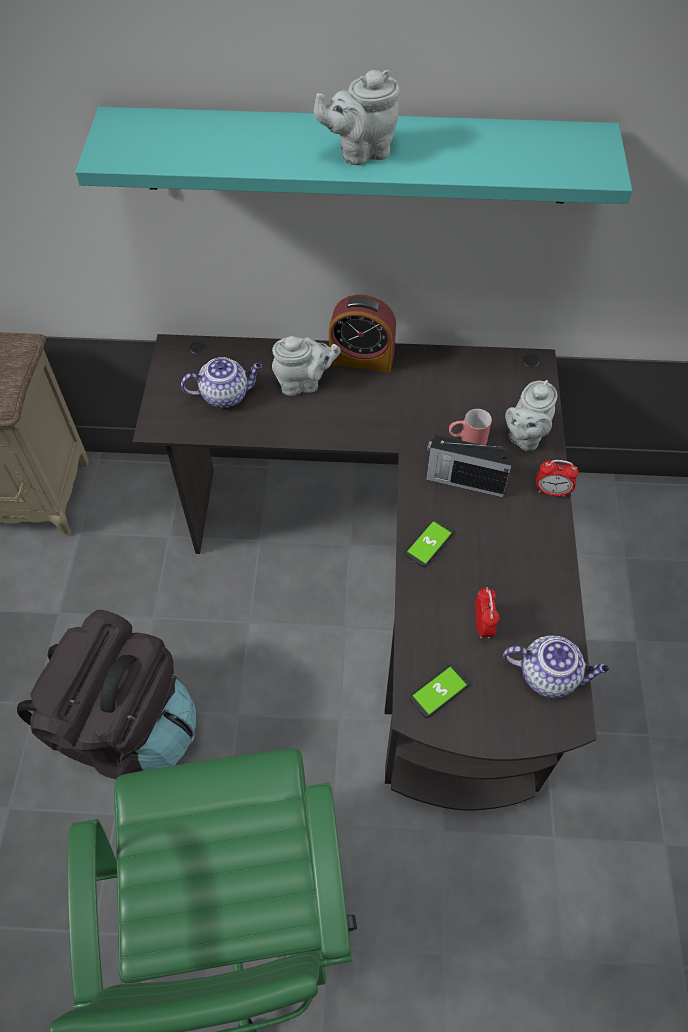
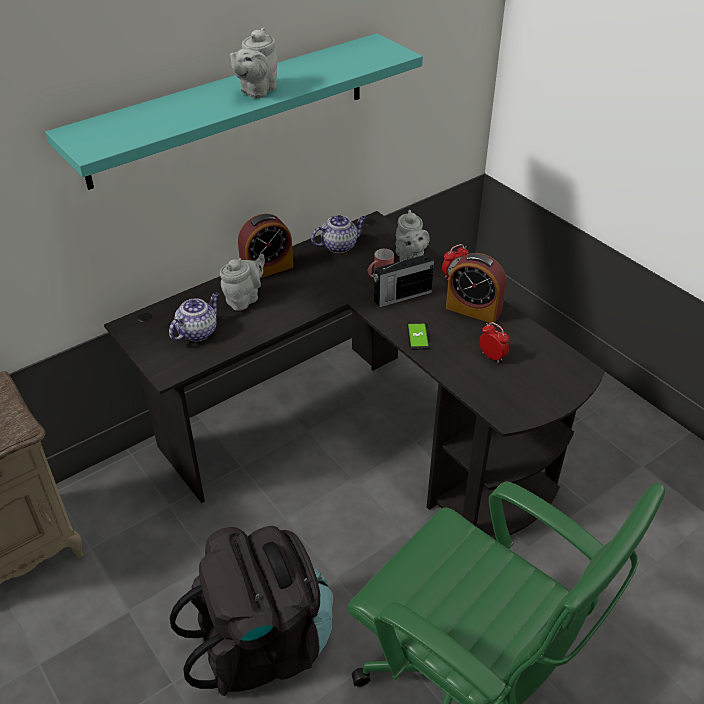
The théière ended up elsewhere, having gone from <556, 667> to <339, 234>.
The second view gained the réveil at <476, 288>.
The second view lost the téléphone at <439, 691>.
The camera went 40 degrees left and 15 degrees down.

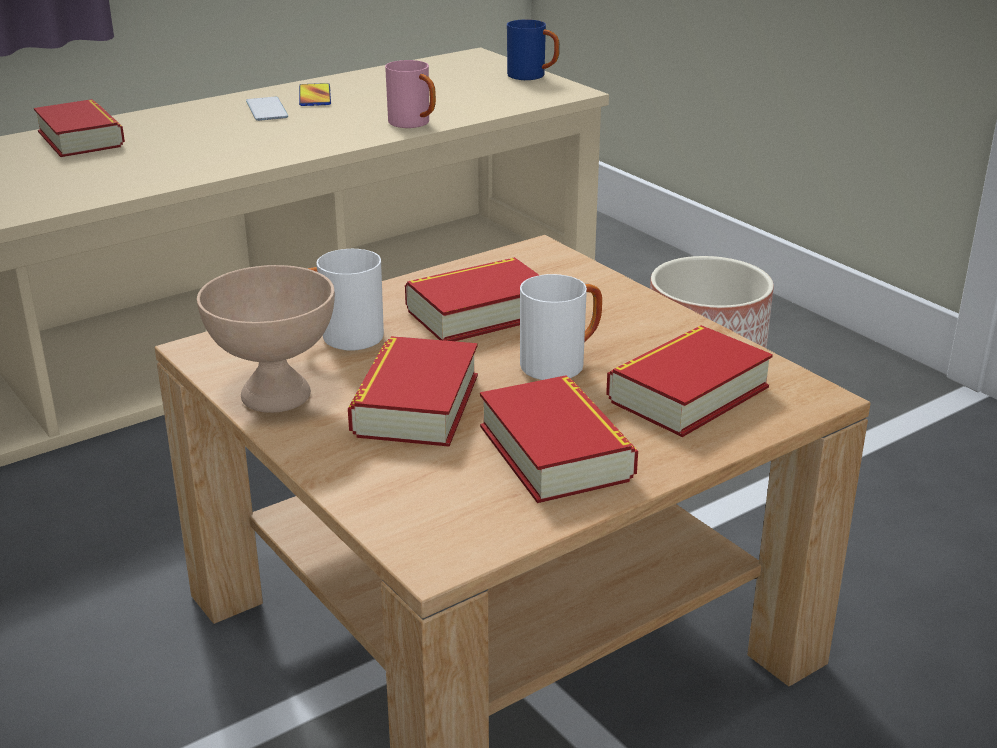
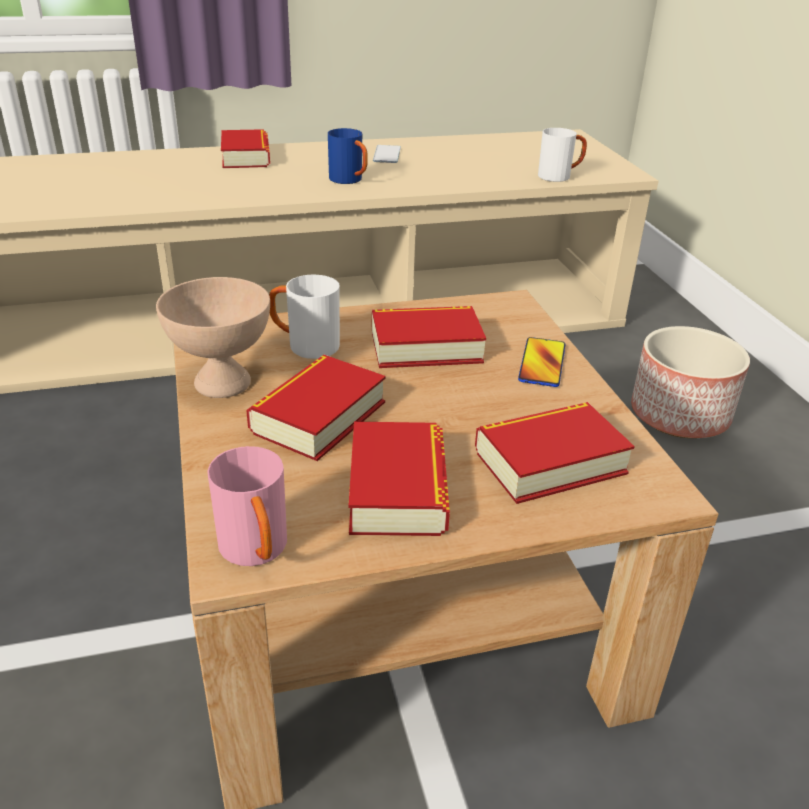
The mug (rose) ended up elsewhere, having gone from <410, 94> to <247, 506>.
The mug (bleu) ended up elsewhere, having gone from <533, 49> to <348, 156>.
The téléphone ended up elsewhere, having gone from <315, 94> to <541, 362>.
The mug (blanc) ended up elsewhere, having gone from <561, 327> to <562, 155>.
The camera went 20 degrees right and 5 degrees up.

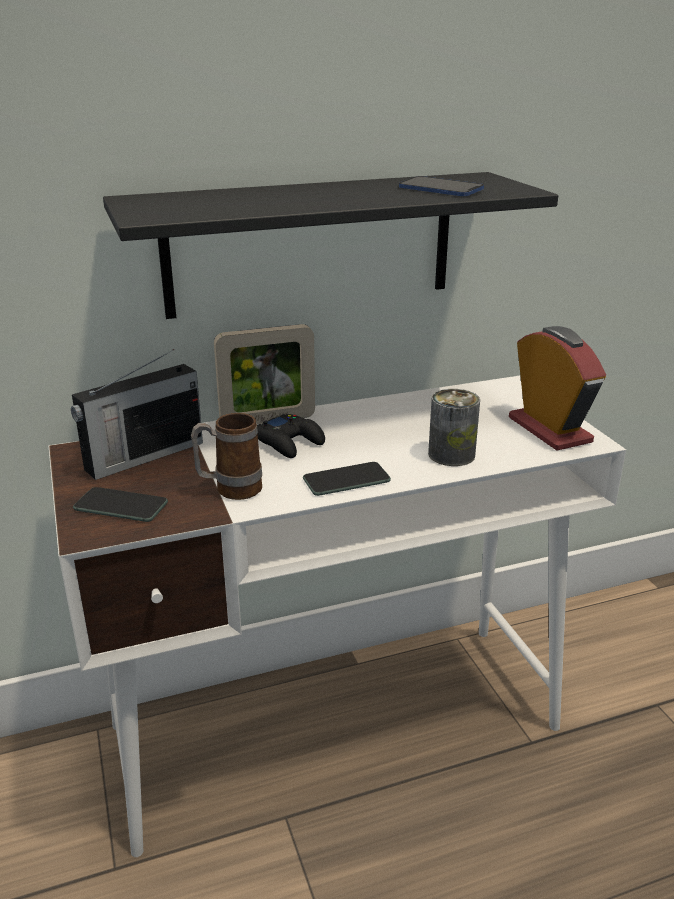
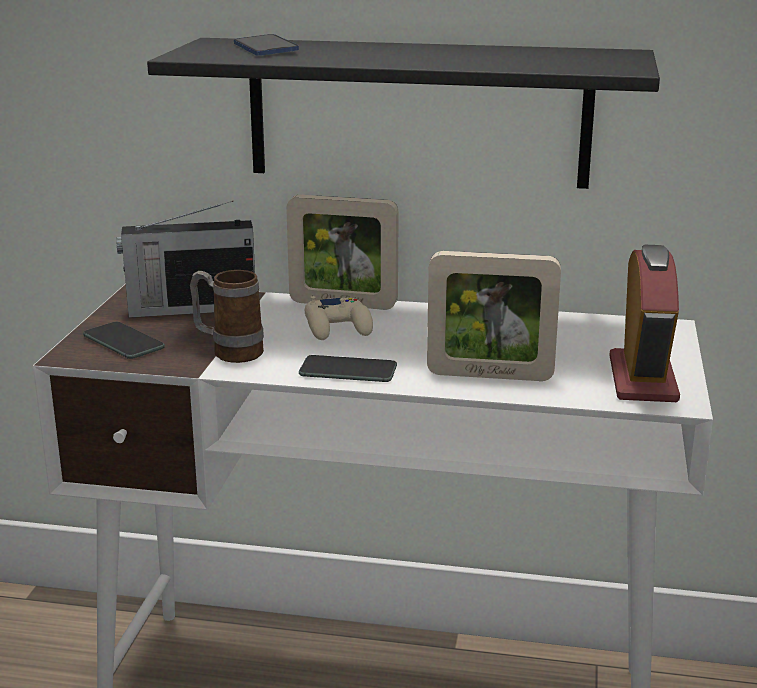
The téléphone ended up elsewhere, having gone from <441, 186> to <266, 44>.
What was the manette (noir) at <291, 436> turned into the manette (beige) at <339, 318>.
Where the boîte métallique stood at <454, 427>, the cadre photo came to stand at <494, 316>.
The camera went 30 degrees right and 5 degrees down.

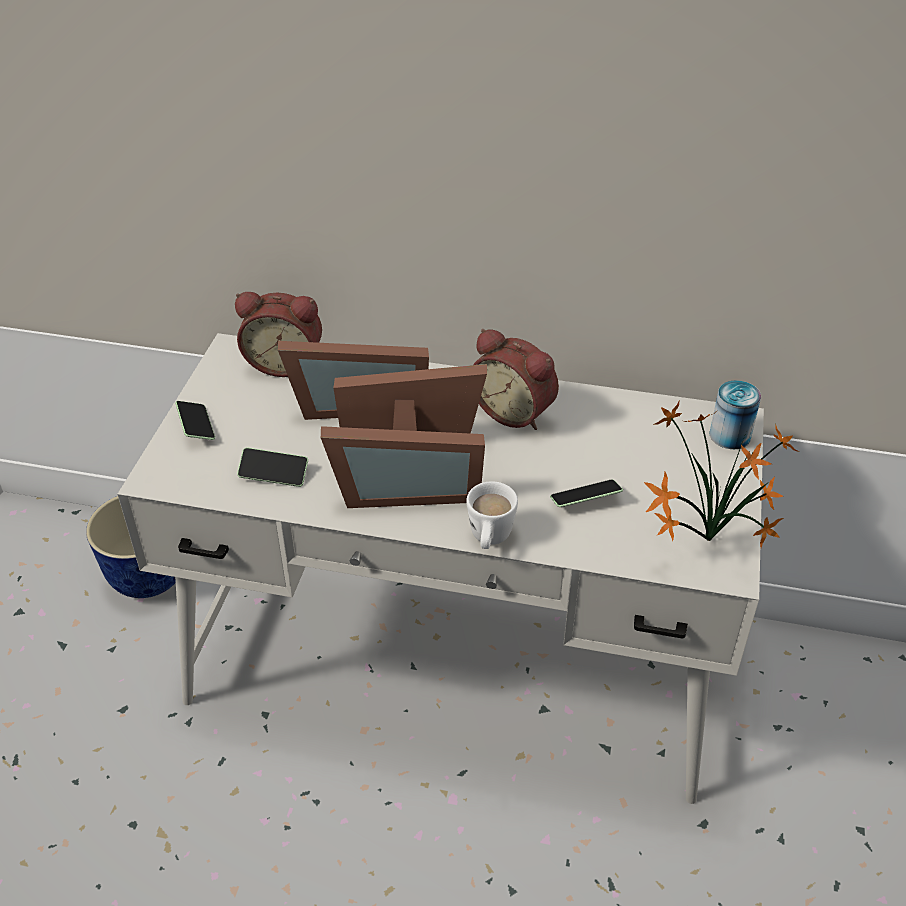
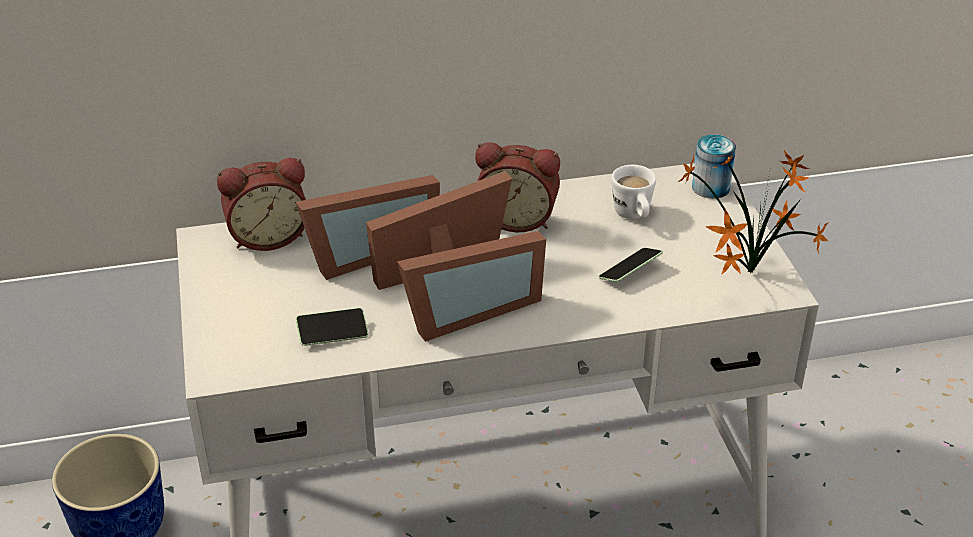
The mug (blanc) ended up elsewhere, having gone from <492, 515> to <634, 192>.
The second view lost the téléphone at <195, 420>.
The camera went 25 degrees left and 5 degrees down.

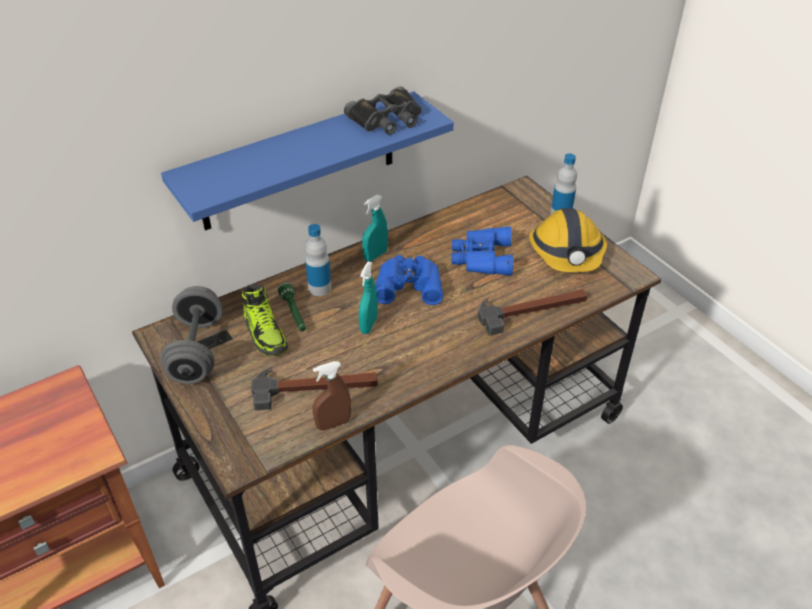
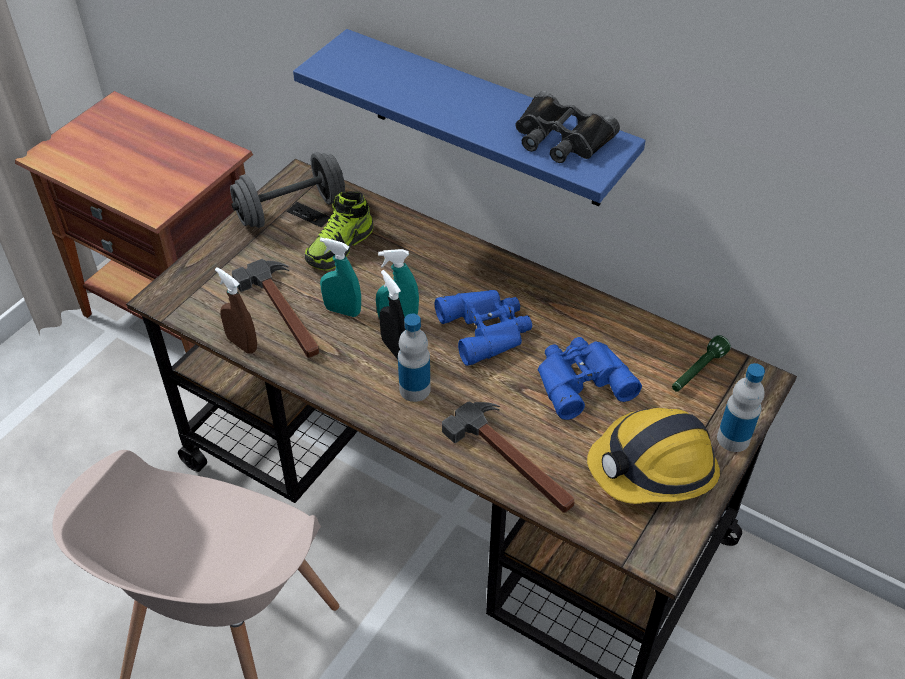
The vaporisateur (turquoise) ended up elsewhere, having gone from <375, 228> to <340, 277>.
The second view gained the vaporisateur (noir) at <392, 314>.
The bouteille ended up elsewhere, having gone from <318, 260> to <414, 358>.
The lampe de poche (vert) ended up elsewhere, having gone from <292, 307> to <701, 363>.
The camera went 65 degrees right and 5 degrees up.

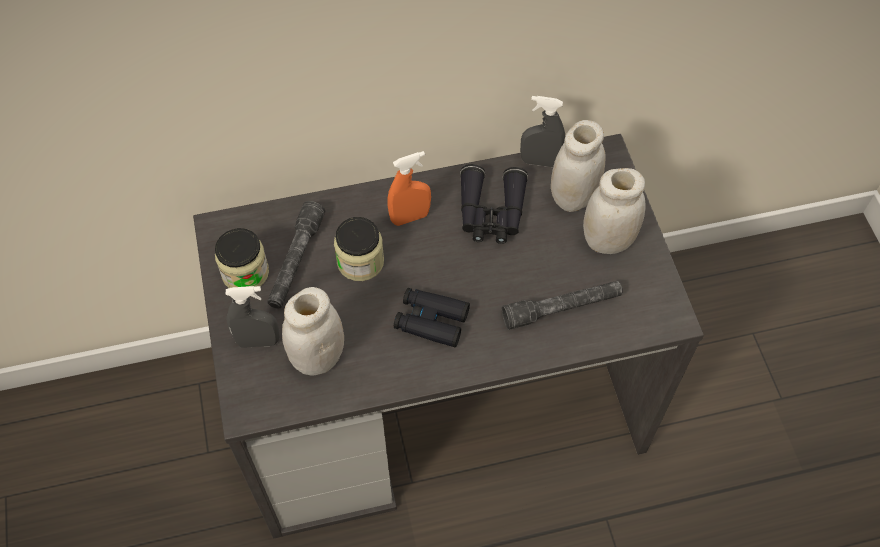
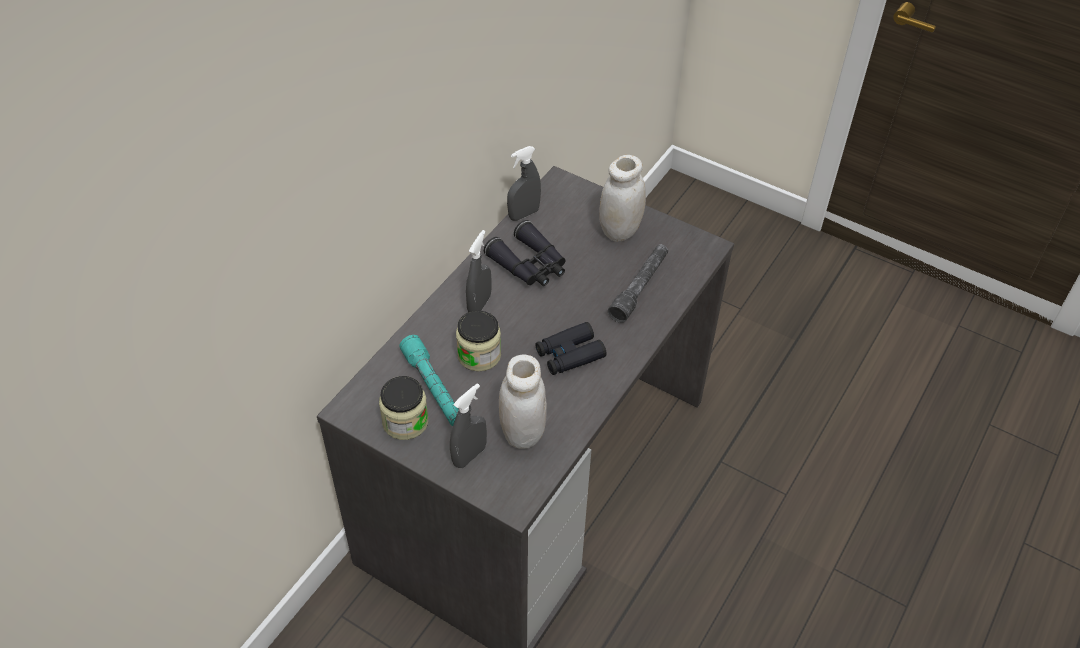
What was the lampe de poche (gris) at <296, 255> turned into the lampe de poche (turquoise) at <429, 380>.
What was the vaporisateur (orange) at <409, 188> turned into the vaporisateur (gris) at <478, 271>.
The second view lost the bocal (blanc) at <578, 166>.
The camera went 45 degrees left and 10 degrees down.

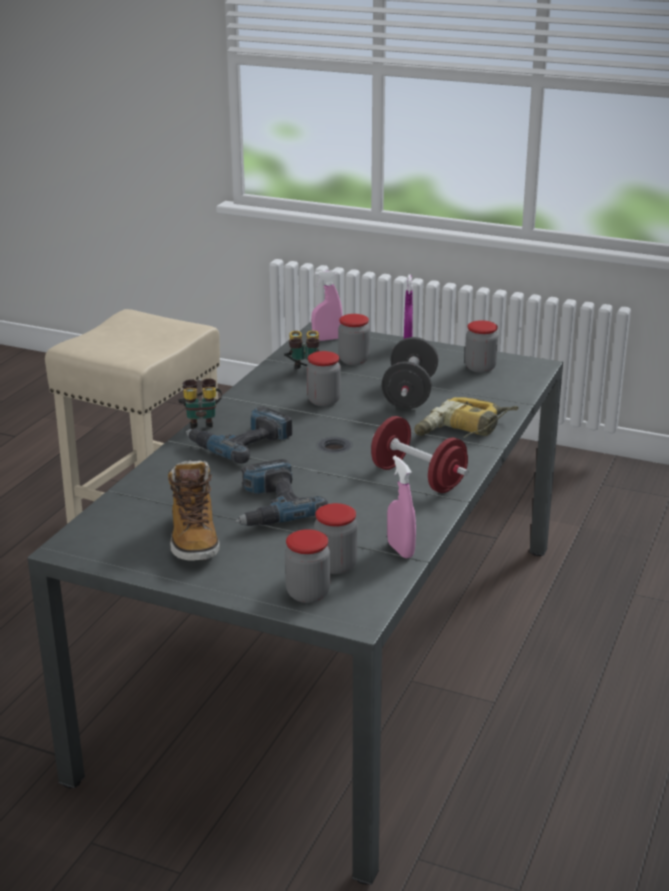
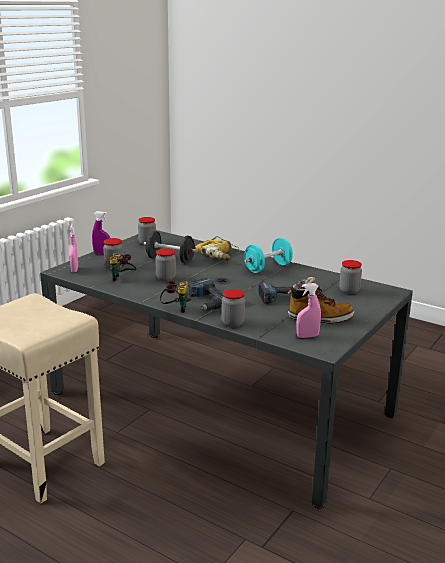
The bocal ended up elsewhere, having gone from <307, 566> to <233, 308>.
What was the haltère (rouge) at <419, 454> turned into the haltère (turquoise) at <268, 255>.
The vaporisateur (rose) ended up elsewhere, having gone from <401, 507> to <308, 310>.
The camera went 80 degrees left and 5 degrees down.

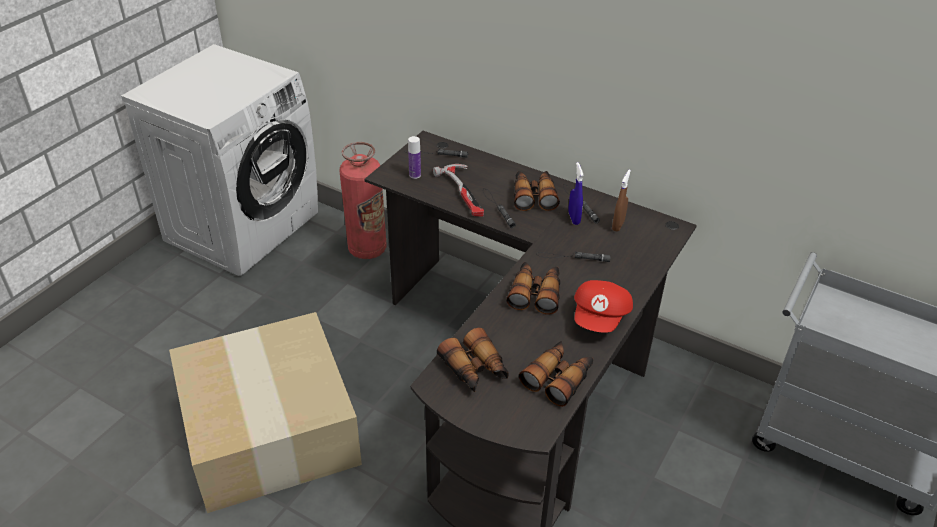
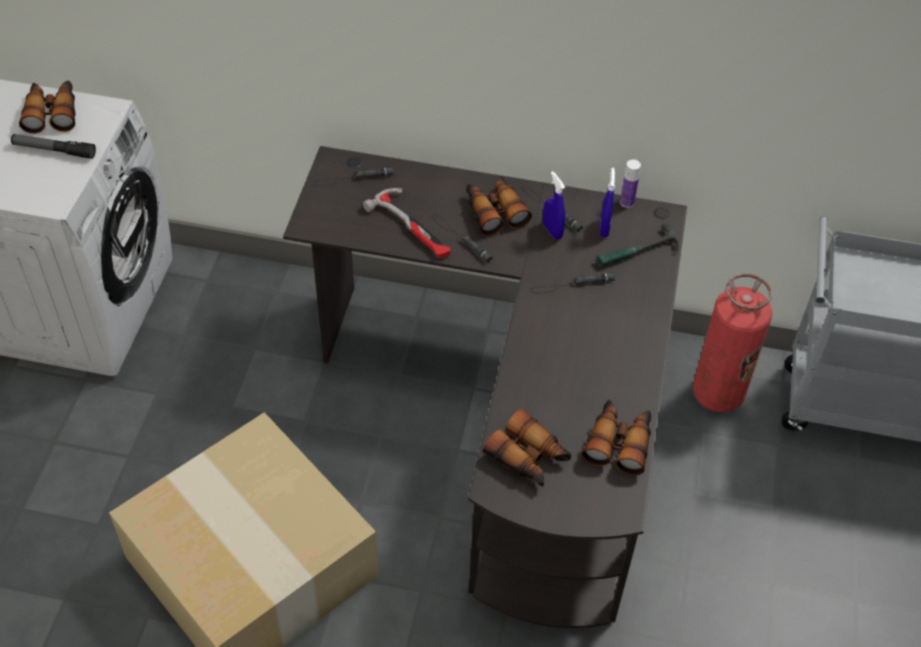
The second view gained the lampe de poche at <53, 146>.
The jumelles ended up elsewhere, having gone from <533, 288> to <47, 107>.
The second view gained the marteau at <638, 244>.
What was the vaporisateur (marron) at <621, 201> turned into the vaporisateur (bleu) at <607, 202>.
The bouteille ended up elsewhere, having gone from <414, 157> to <630, 184>.
The extincteur ended up elsewhere, having gone from <363, 200> to <732, 343>.
The second view lost the casquette (rouge) at <603, 306>.
The camera went 20 degrees left and 10 degrees up.

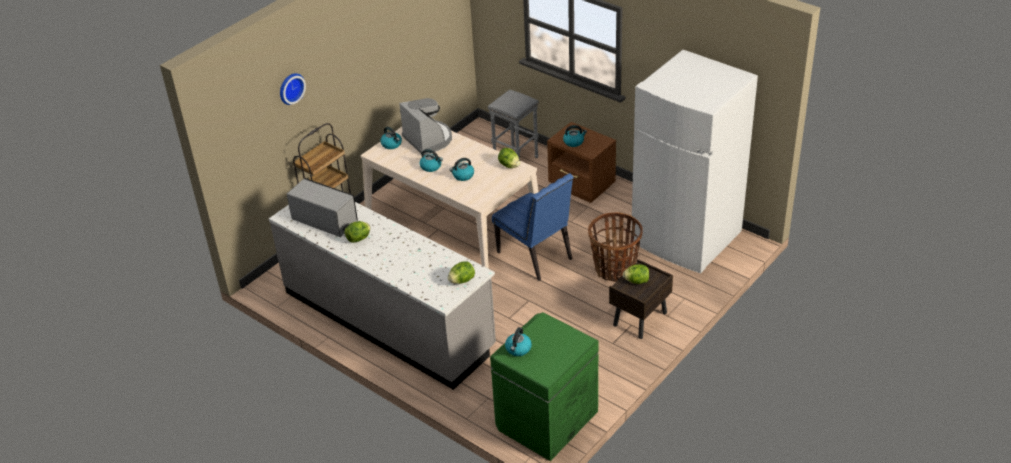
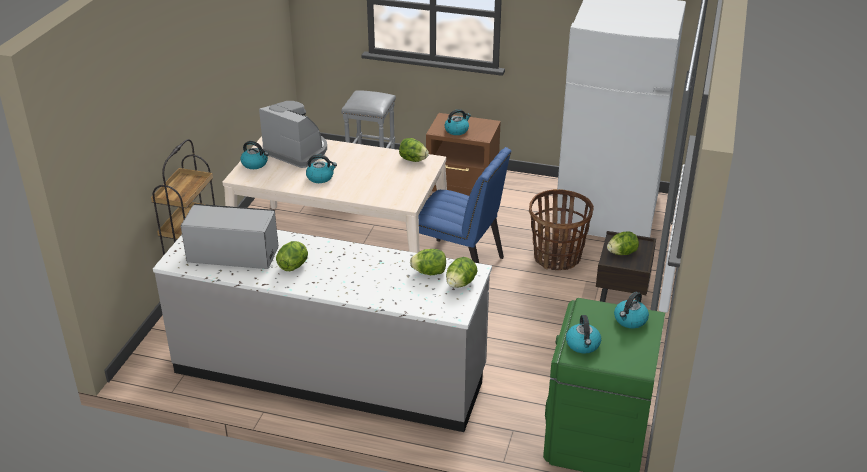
The second view gained the laitue at <428, 262>.
The bouilloire ended up elsewhere, having gone from <462, 169> to <631, 310>.
The second view lost the horloge murale at <293, 89>.
The camera went 25 degrees left and 5 degrees down.

